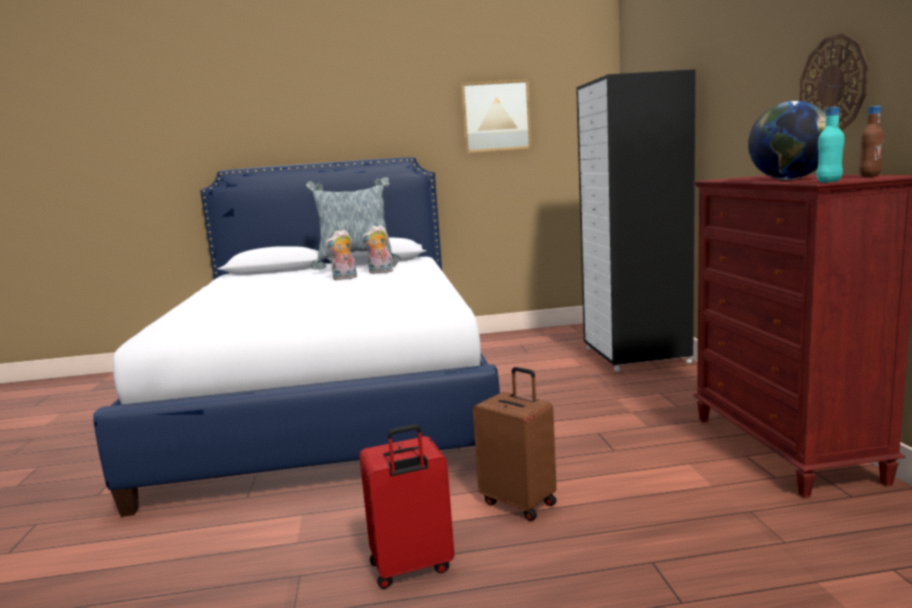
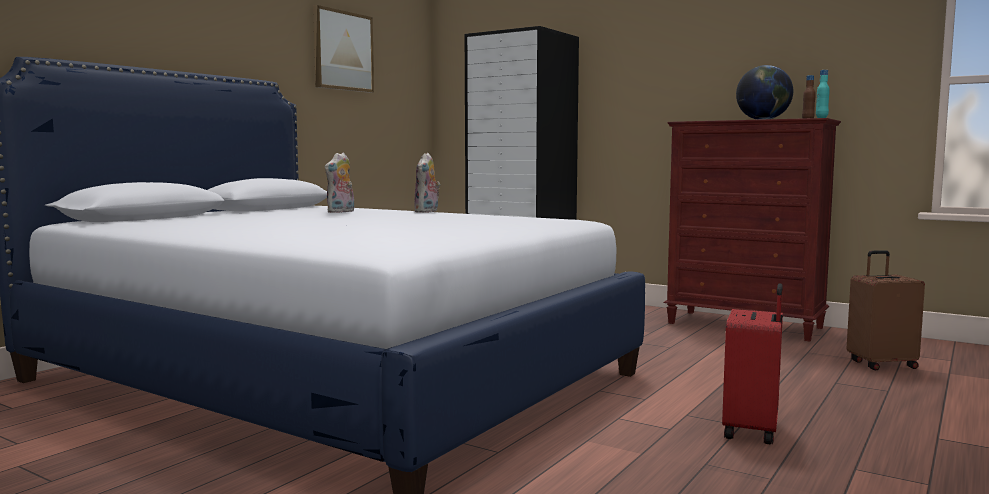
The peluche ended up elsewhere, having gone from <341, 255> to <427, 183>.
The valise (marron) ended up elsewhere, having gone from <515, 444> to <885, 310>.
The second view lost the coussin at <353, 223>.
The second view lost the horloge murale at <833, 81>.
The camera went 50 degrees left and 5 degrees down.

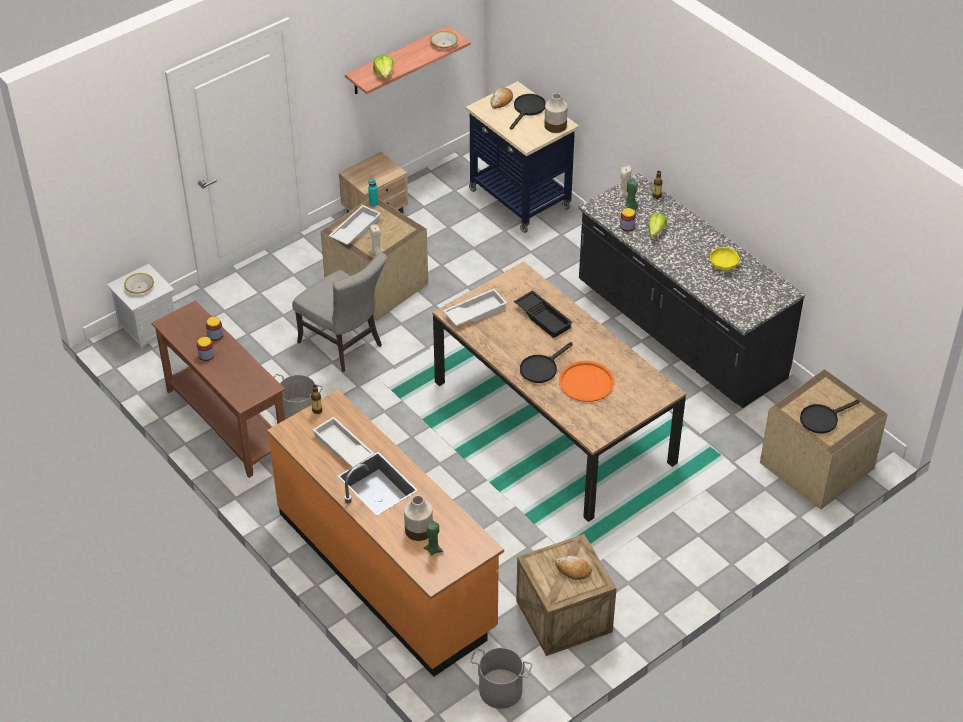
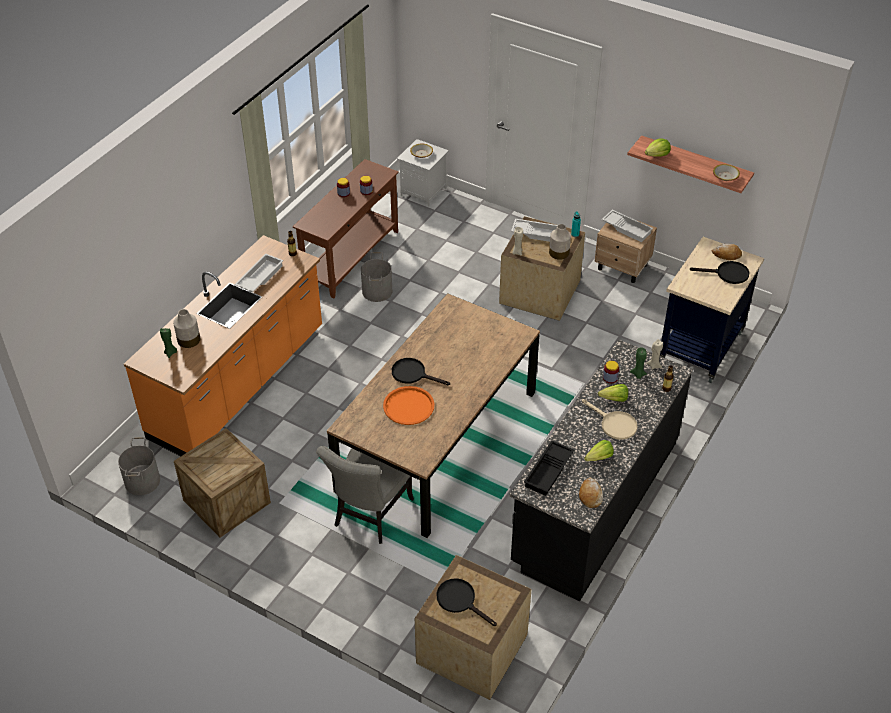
The chaise (gris) ended up elsewhere, having gone from <339, 312> to <365, 495>.
The plateau (noir) ended up elsewhere, having gone from <543, 314> to <549, 468>.
The vase (beige) ended up elsewhere, having gone from <556, 113> to <560, 242>.
The pain ended up elsewhere, having gone from <573, 568> to <591, 493>.
The second view gained the poêle (beige) at <610, 419>.
Where the bol (jaune) stood at <725, 259>, the laitue came to stand at <599, 450>.
The plateau (blanc) ended up elsewhere, having gone from <475, 307> to <627, 226>.
The camera went 70 degrees right and 0 degrees up.

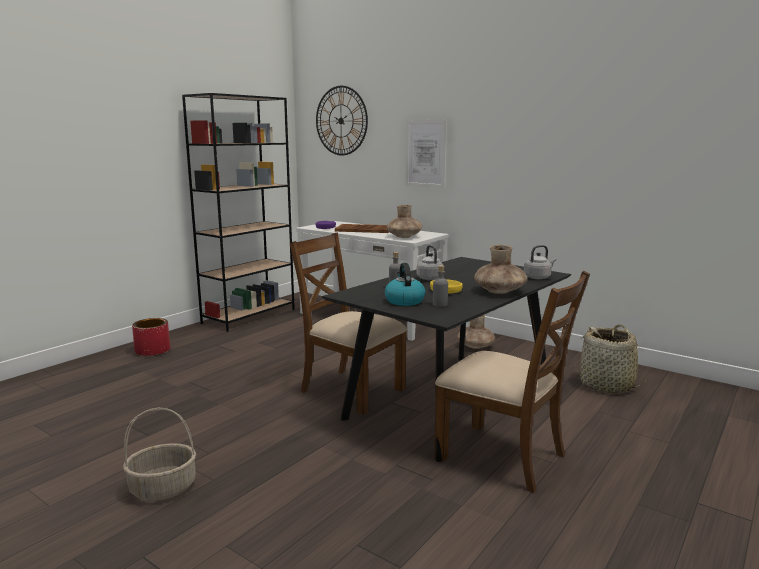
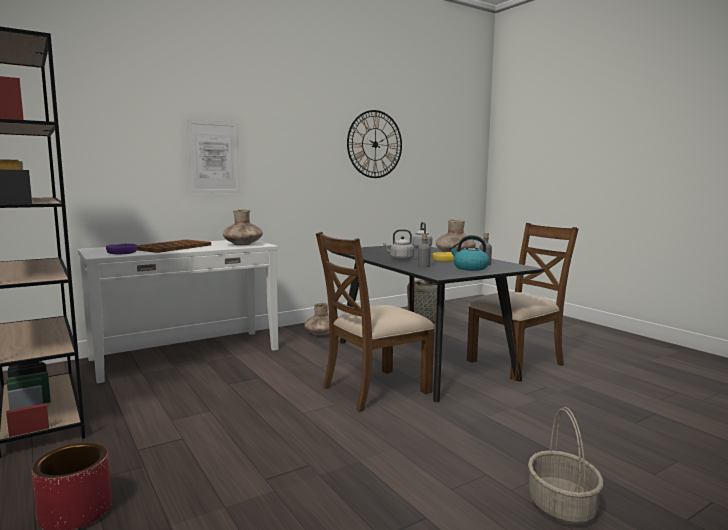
The horloge murale ended up elsewhere, having gone from <342, 121> to <374, 144>.
The camera went 70 degrees left and 5 degrees down.

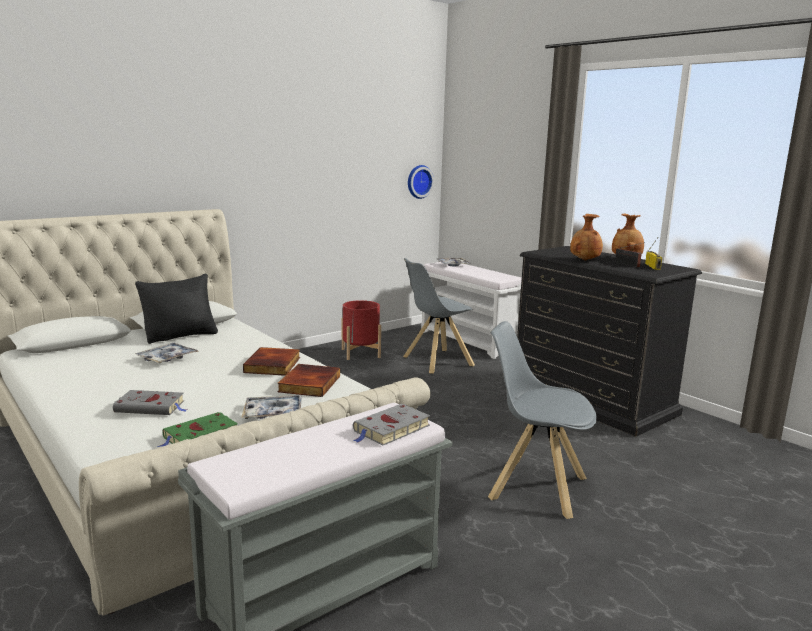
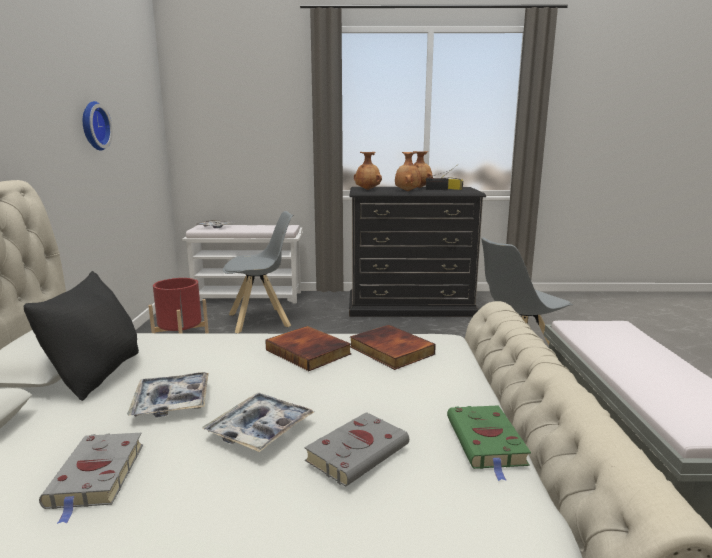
The livre (gris) ended up elsewhere, having gone from <391, 424> to <91, 478>.
The horloge murale ended up elsewhere, having gone from <421, 182> to <98, 126>.
The plateau ended up elsewhere, having gone from <271, 407> to <258, 422>.
The chaise (gris) at <439, 316> ended up facing another way, 120 degrees counterclockwise from before.
The second view gained the vase (marron) at <368, 171>.
The camera went 50 degrees left and 0 degrees up.

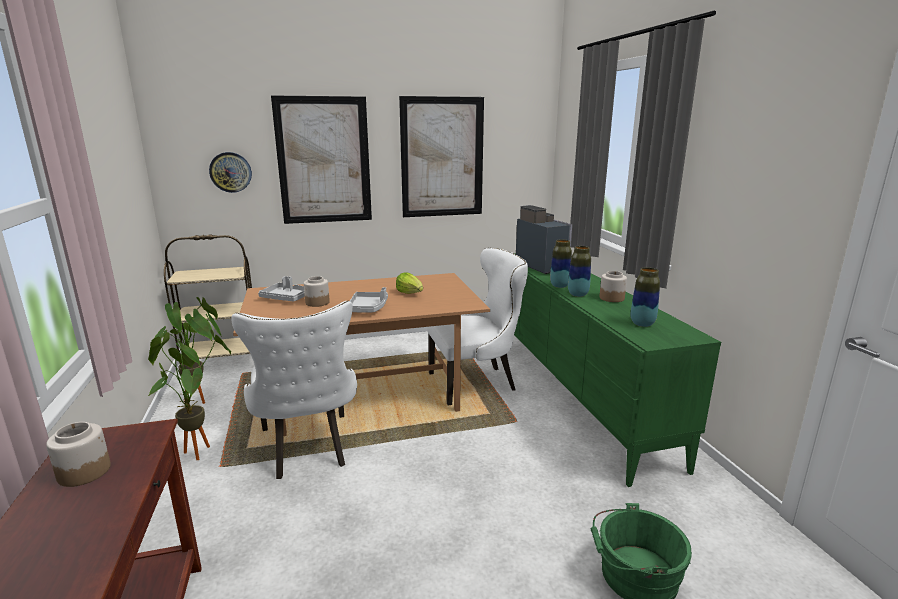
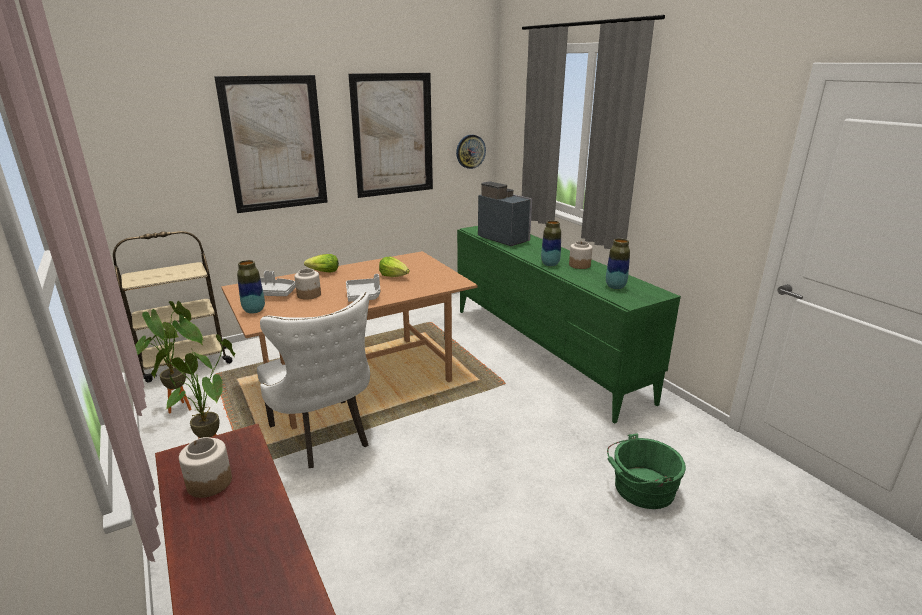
The vase ended up elsewhere, having gone from <561, 263> to <251, 287>.
The second view gained the laitue at <321, 263>.
The horloge murale ended up elsewhere, having gone from <230, 172> to <471, 152>.
The second view lost the chaise (blanc) at <477, 326>.
The camera went 15 degrees left and 5 degrees up.

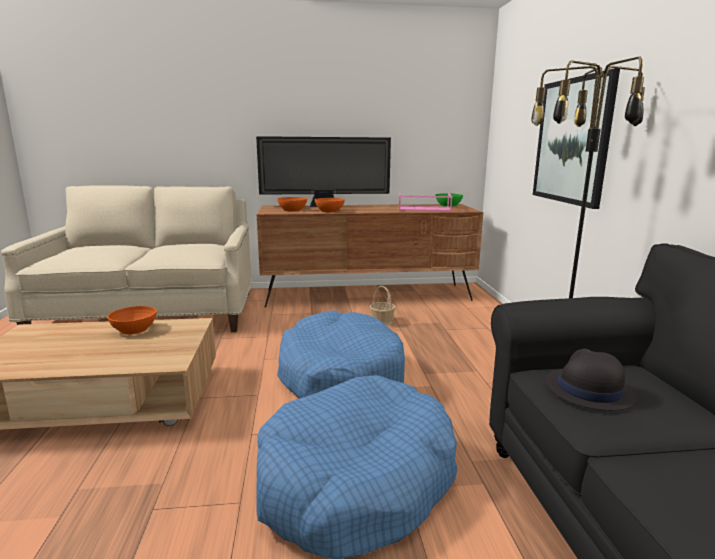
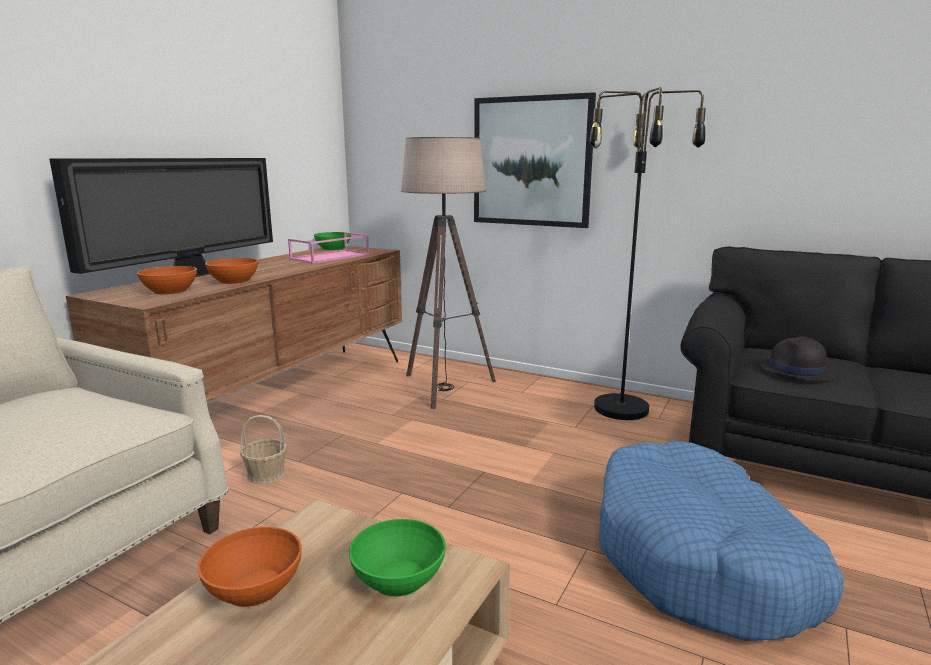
The panier ended up elsewhere, having gone from <383, 306> to <263, 449>.
The second view gained the bol (vert) at <397, 558>.
The second view gained the lampadaire at <448, 273>.
The second view lost the panier pour chien (bleu) at <341, 355>.
The camera went 55 degrees left and 0 degrees up.

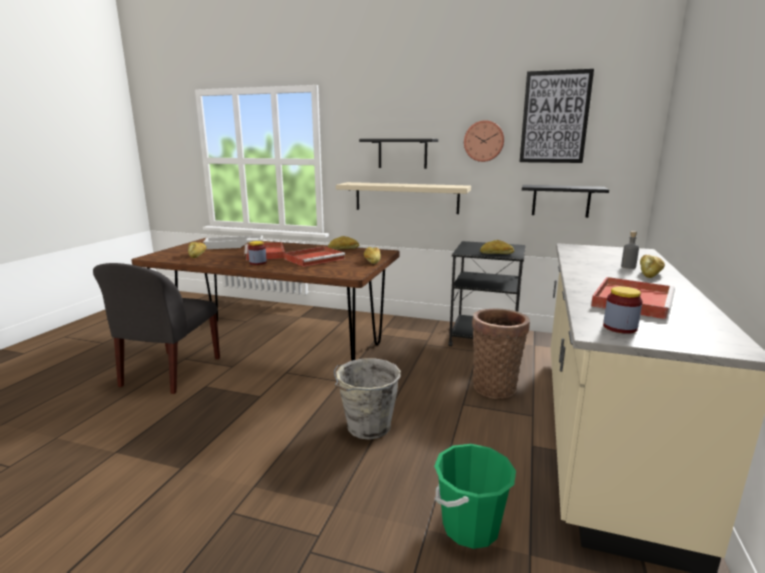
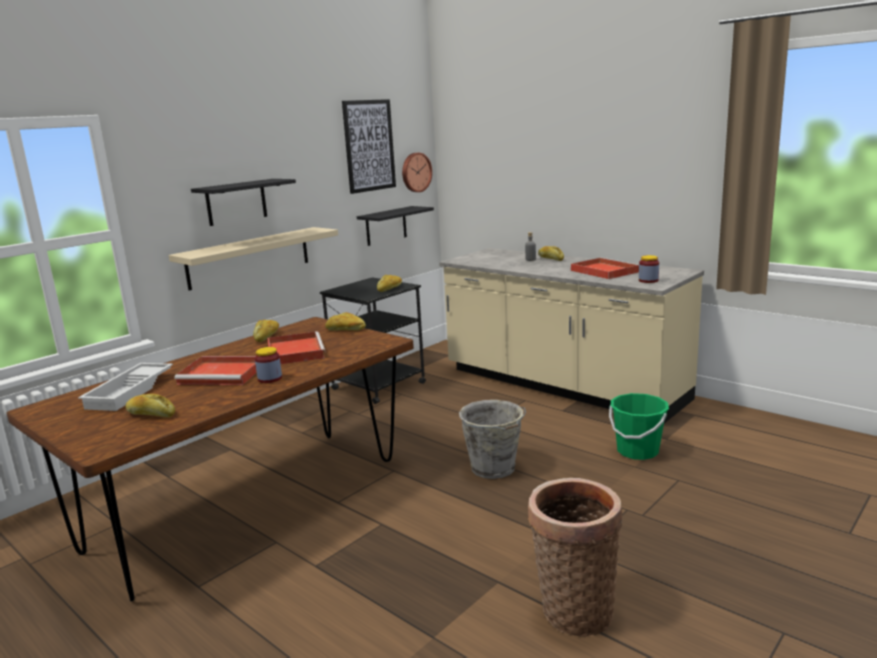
The horloge murale ended up elsewhere, having gone from <484, 141> to <417, 172>.
The panier ended up elsewhere, having gone from <501, 354> to <575, 557>.
The second view lost the chaise (gris) at <156, 328>.
The camera went 65 degrees left and 0 degrees up.

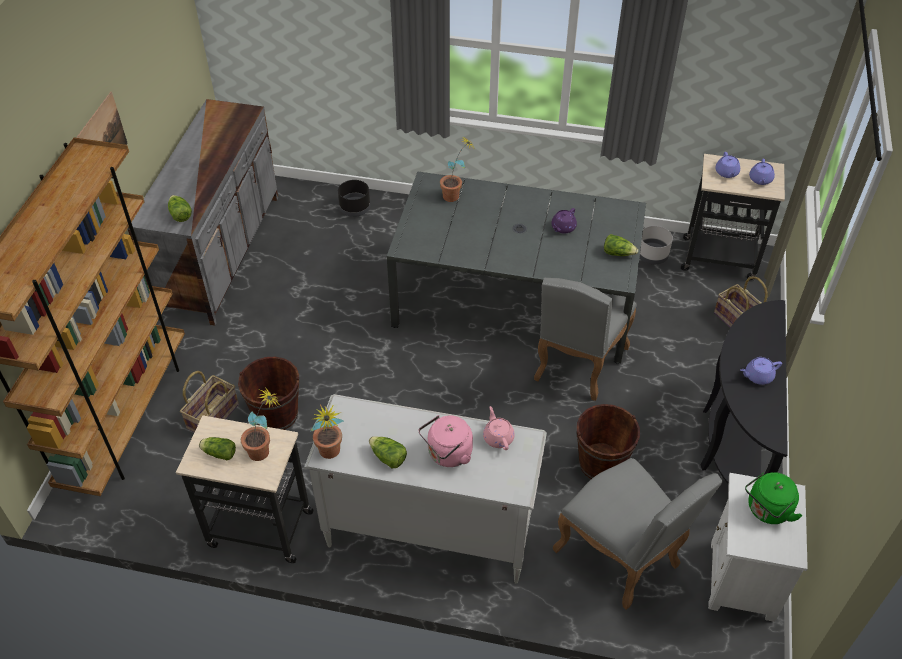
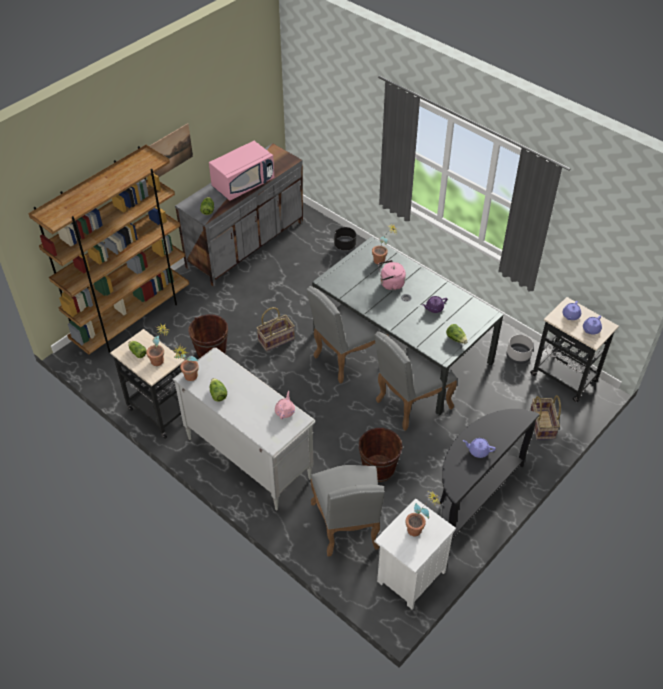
The second view gained the micro-ondes (rose) at <241, 171>.
The panier ended up elsewhere, having gone from <209, 401> to <276, 329>.
The second view gained the chaise (gris) at <347, 335>.
The bouilloire (rose) ended up elsewhere, having gone from <445, 441> to <392, 275>.
Where the bouilloire (vert) stood at <774, 498>, the plante en pot came to stand at <423, 514>.
The camera went 30 degrees right and 0 degrees up.

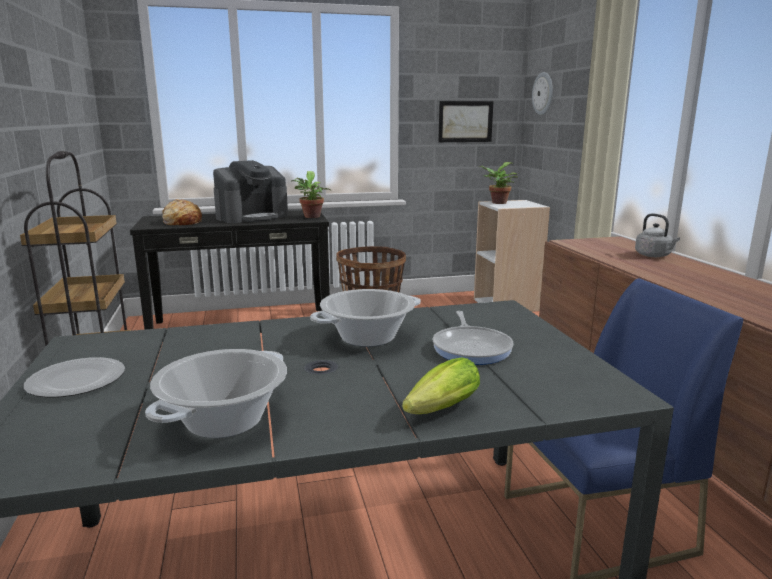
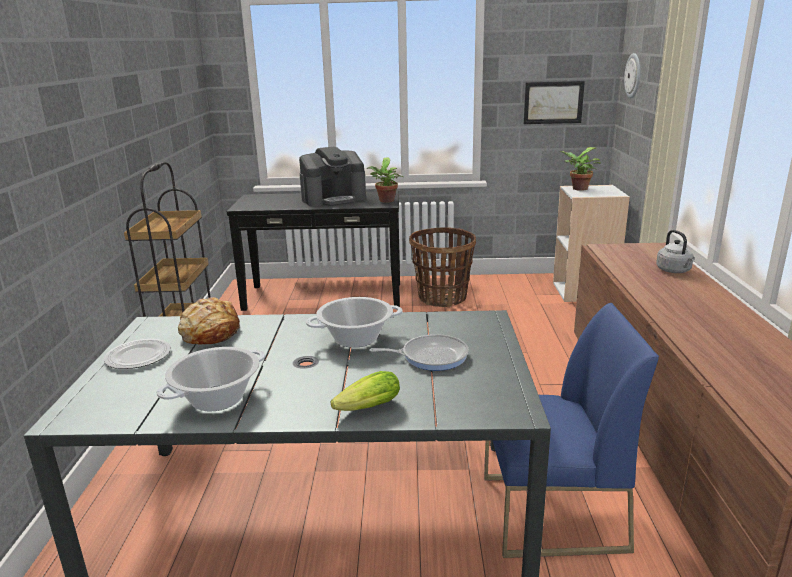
The pain ended up elsewhere, having gone from <182, 212> to <209, 321>.
The poêle at <473, 338> ended up facing another way, 105 degrees counterclockwise from before.
The camera went 15 degrees right and 5 degrees up.

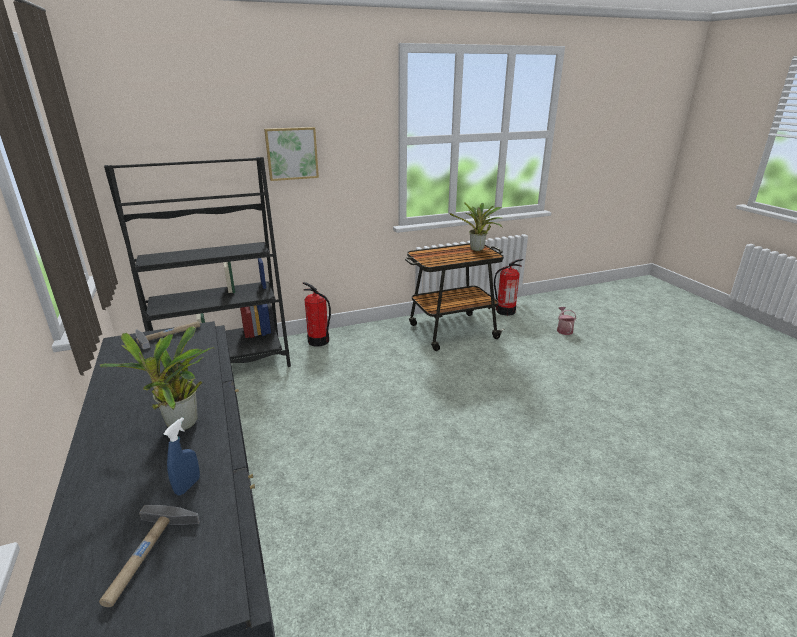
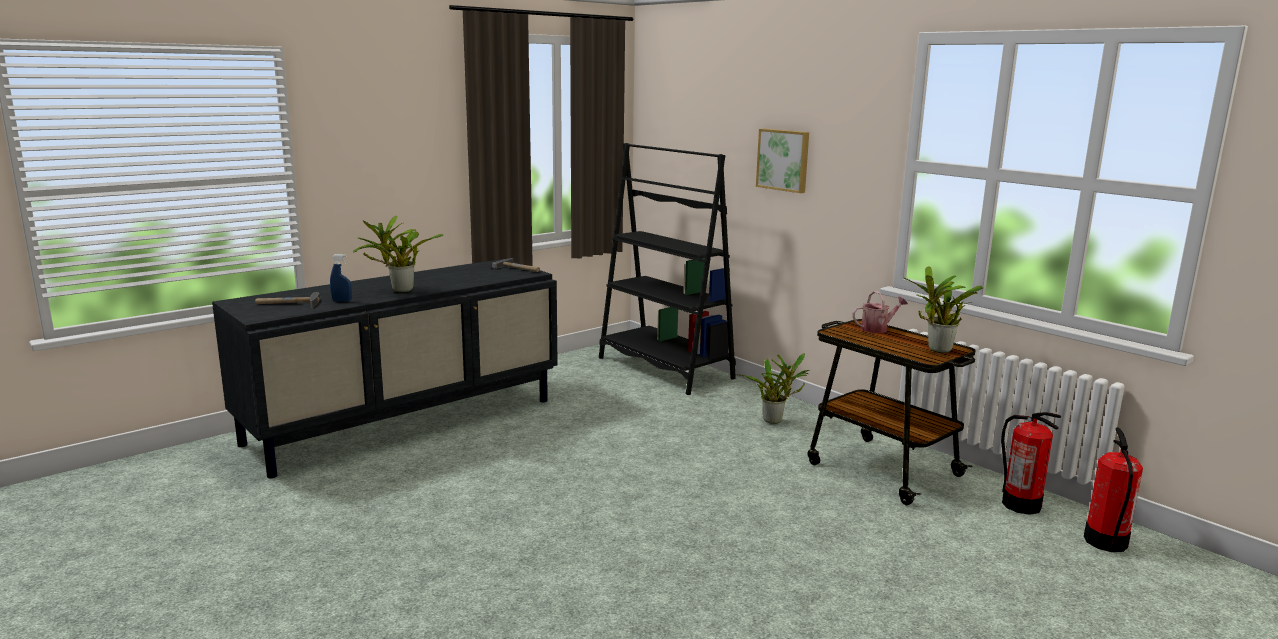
The second view gained the plante en pot at <775, 389>.
The arrosoir ended up elsewhere, having gone from <566, 321> to <880, 312>.
The extincteur ended up elsewhere, having gone from <317, 314> to <1113, 489>.
The camera went 70 degrees right and 10 degrees down.

